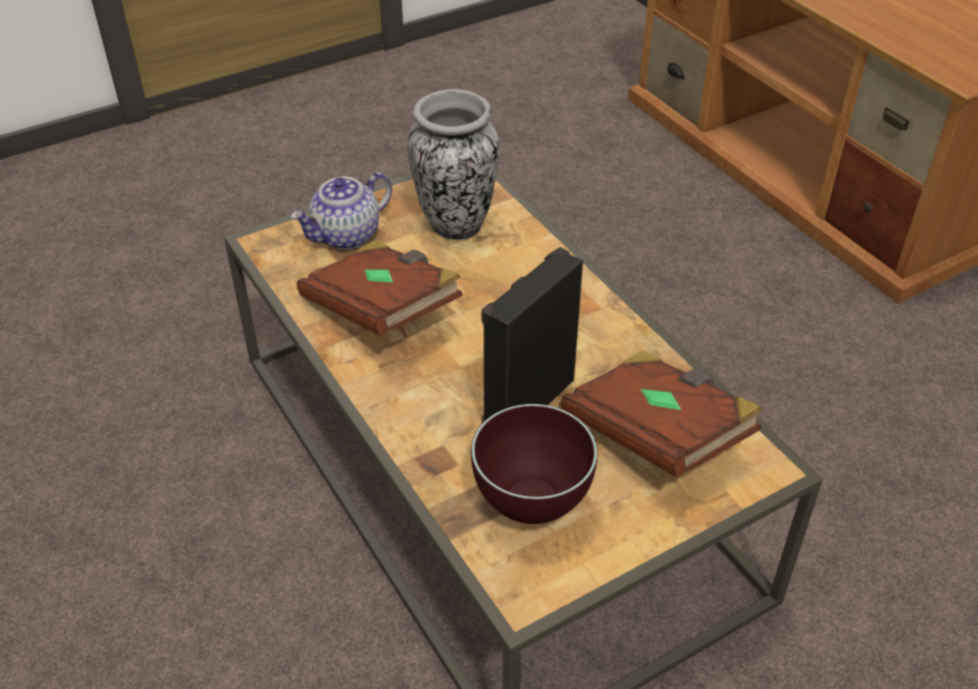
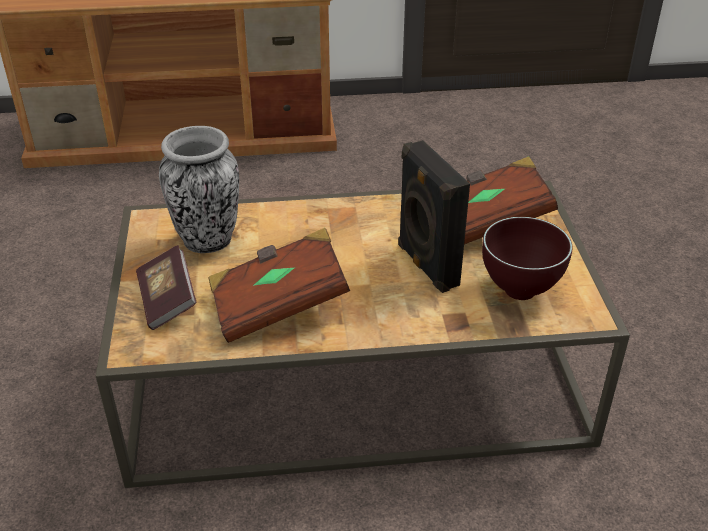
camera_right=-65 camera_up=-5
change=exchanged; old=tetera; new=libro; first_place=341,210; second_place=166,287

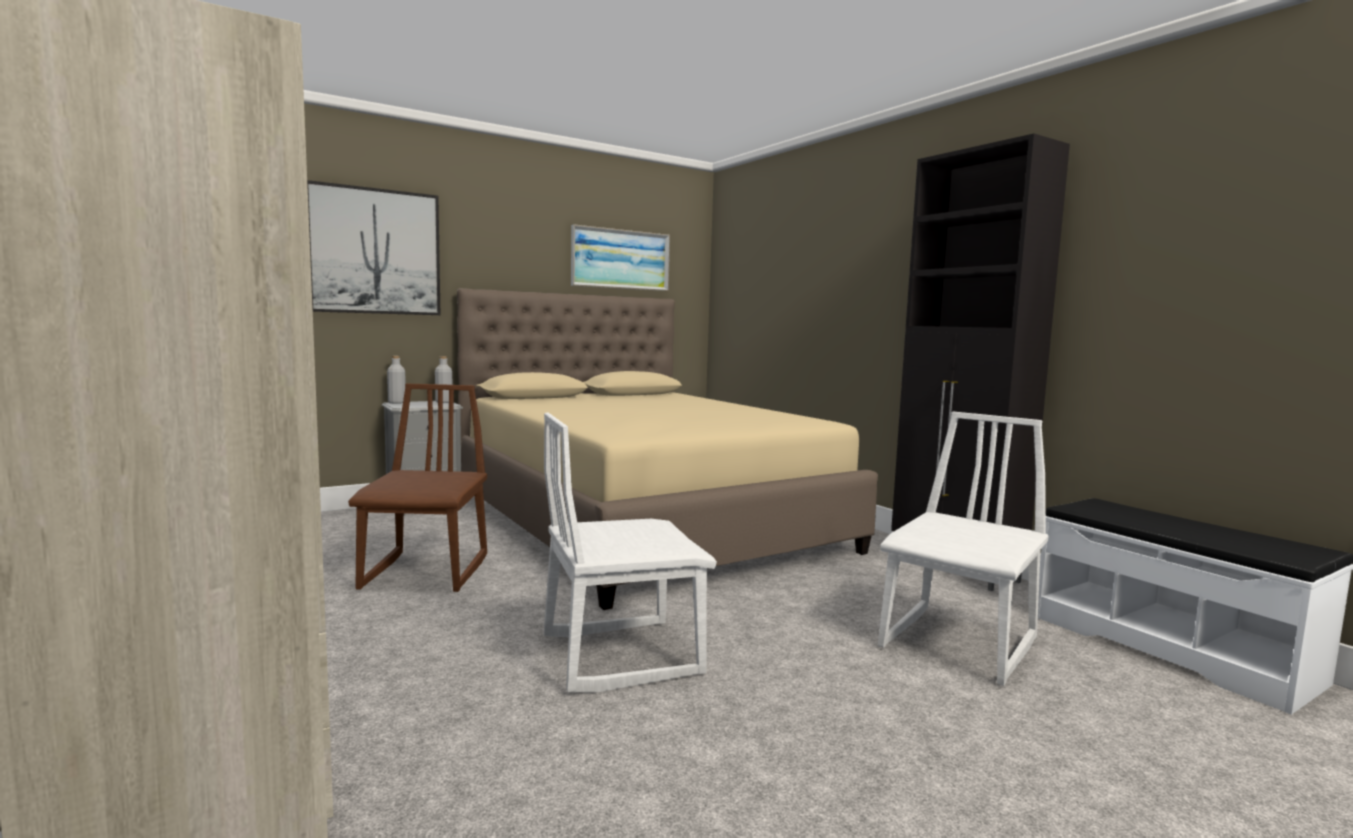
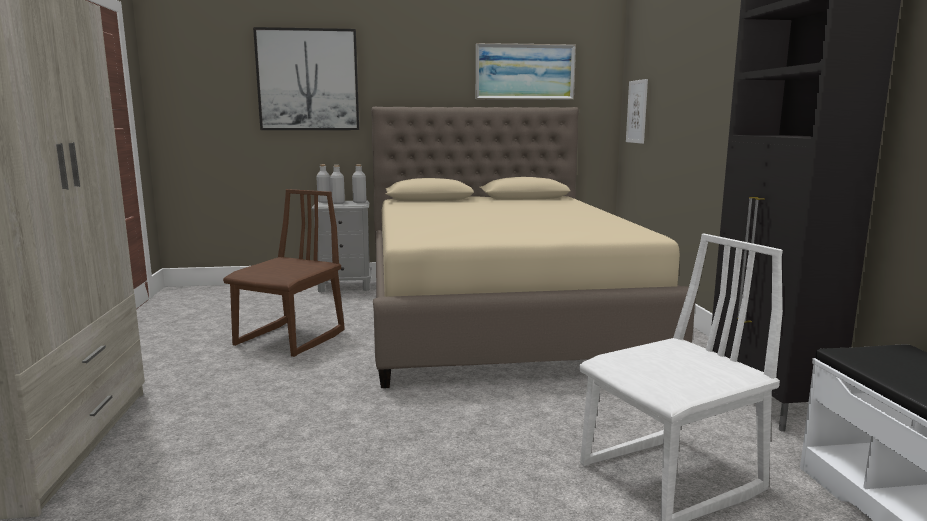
camera_right=25 camera_up=5
change=missing; old=silla [blanco]; first_place=630,553
change=appeared; new=botella [gris]; second_place=337,184
change=appeared; new=cuadro; second_place=637,111

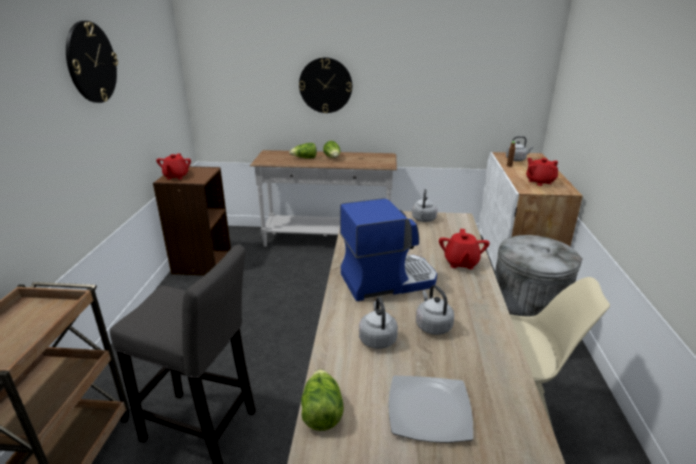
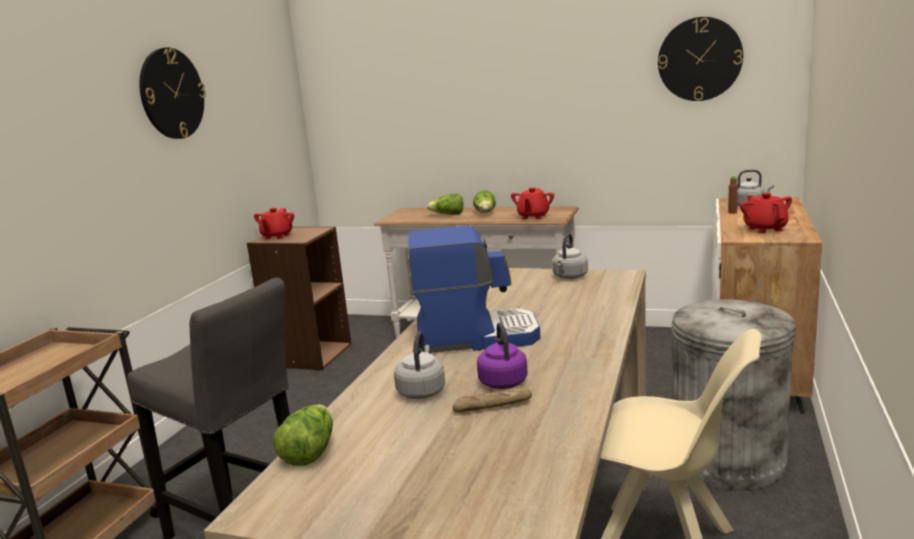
camera_right=15 camera_up=-10
change=missing; old=plato; first_place=430,409
change=appeared; new=pan; second_place=492,399
change=relocated; old=reloj de pared; first_place=325,85; second_place=700,59
change=relocated; old=tetera [rojo]; first_place=464,249; second_place=532,203
change=colour; old=hervidor [gris]; new=hervidor [morado]; first_place=435,310; second_place=502,355

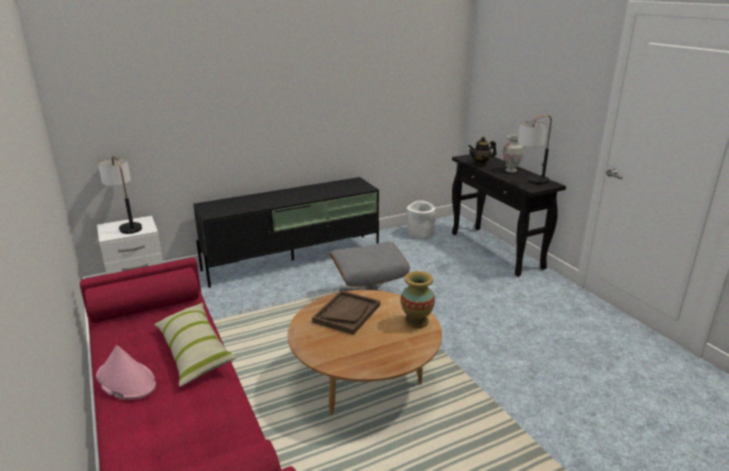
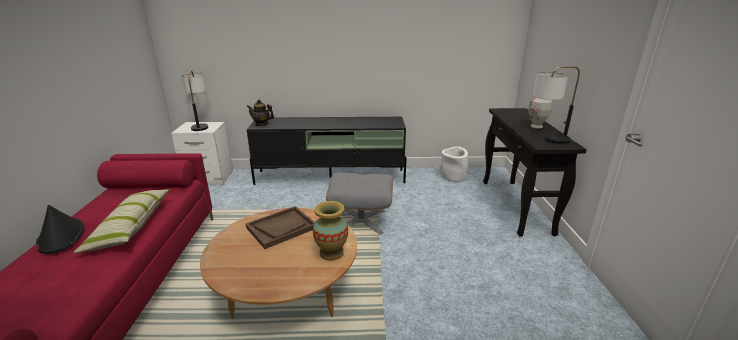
camera_right=25 camera_up=0
change=relocated; old=tetera; first_place=482,152; second_place=260,113
change=colour; old=sombrero [rosa]; new=sombrero [negro]; first_place=126,372; second_place=60,229

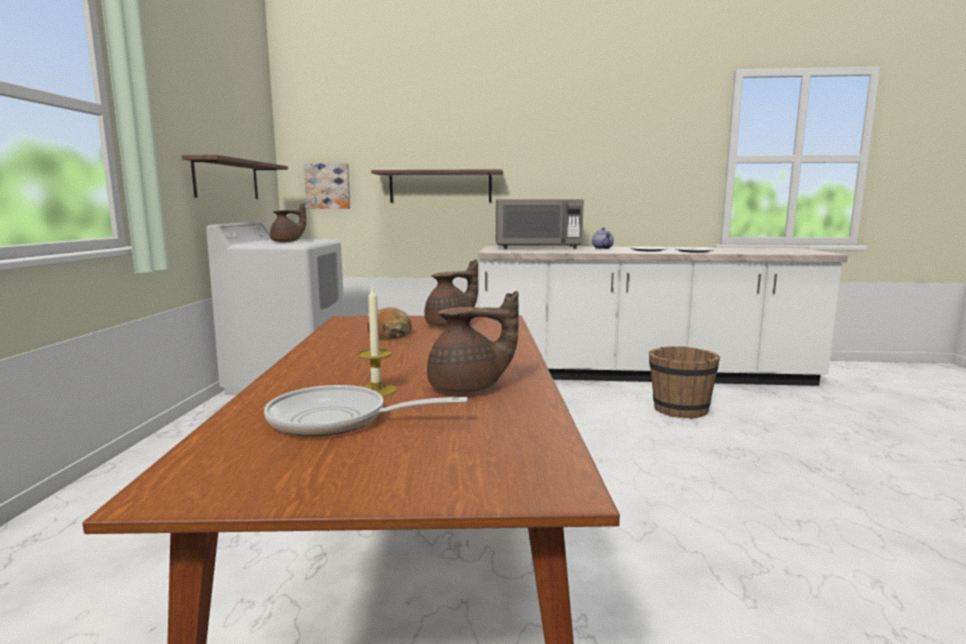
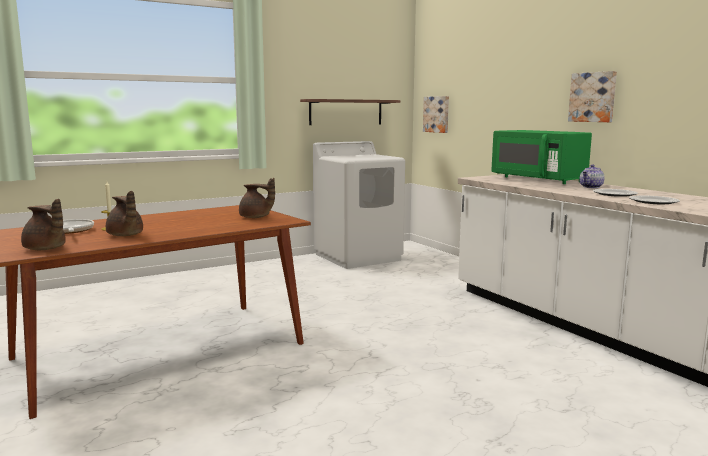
camera_right=55 camera_up=0
change=missing; old=pan; first_place=389,323
change=missing; old=estante; first_place=437,186
change=missing; old=cubo [marrón]; first_place=684,382
change=appeared; new=cuadro; second_place=592,96
change=relocated; old=tetera [marrón]; first_place=288,222; second_place=43,224
change=colour; old=microondas [gris]; new=microondas [verde]; first_place=540,224; second_place=542,157

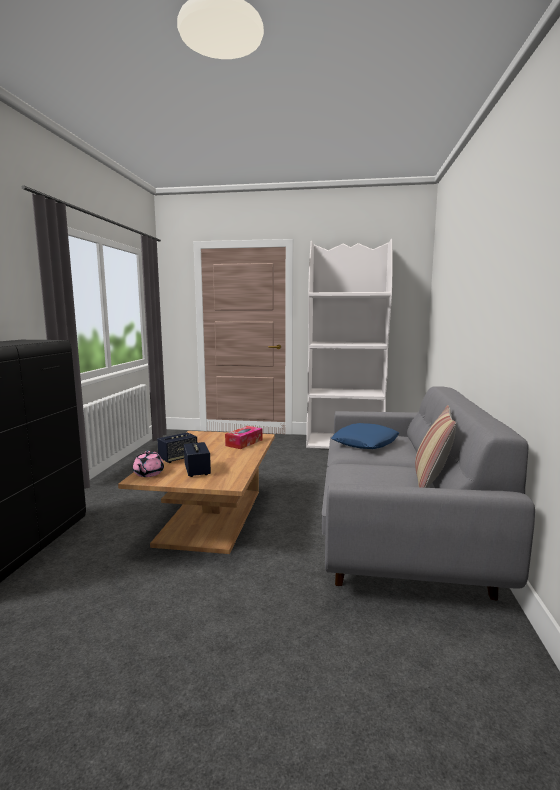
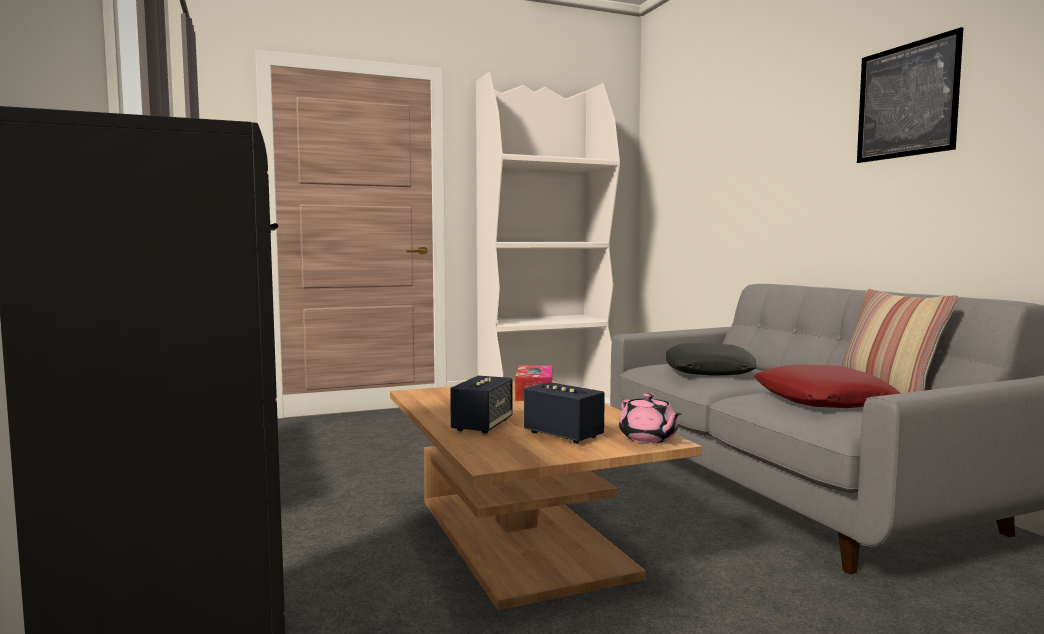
camera_right=-30 camera_up=-5
change=appeared; new=cojín [rojo]; second_place=826,386
change=appeared; new=cuadro; second_place=910,95
change=relocated; old=tetera [rosa]; first_place=148,464; second_place=650,418
change=colour; old=cojín [azul]; new=cojín [negro]; first_place=365,436; second_place=711,359

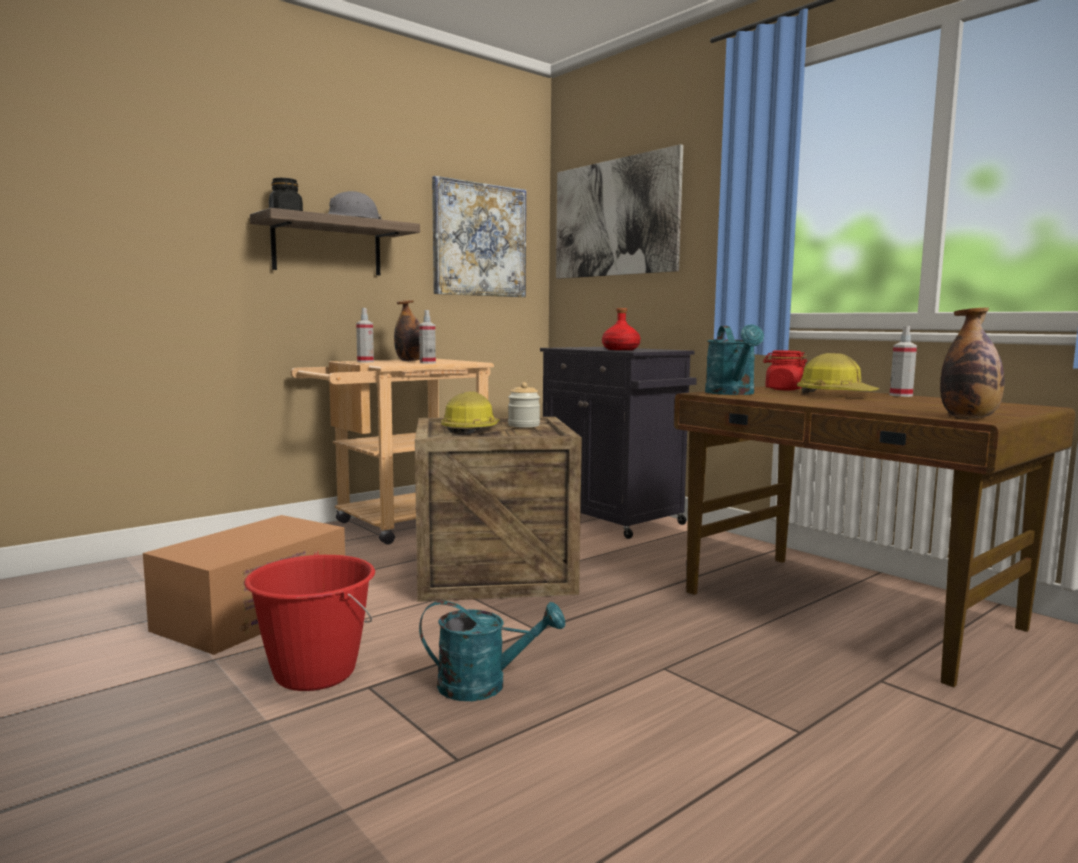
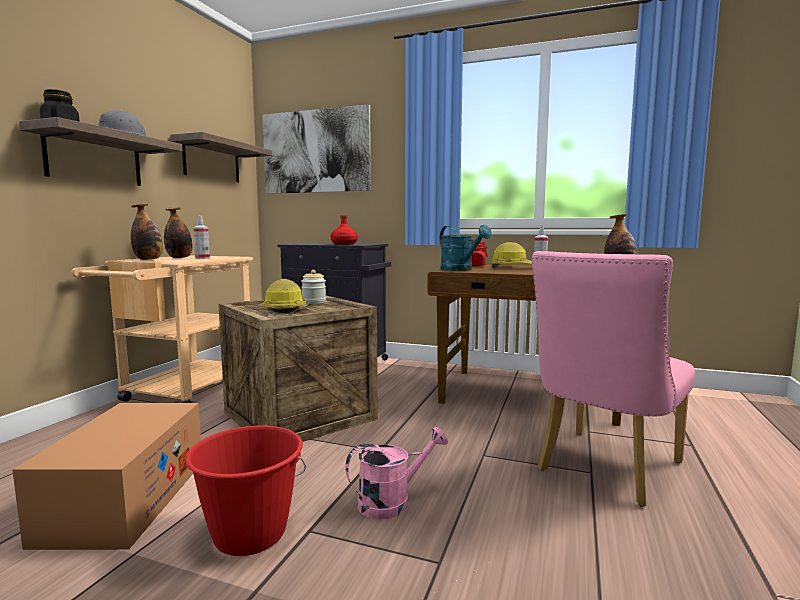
camera_right=-30 camera_up=0
change=appeared; new=silla [rosa]; second_place=613,379
change=exchanged; old=pulverizador; new=botella; first_place=365,335; second_place=147,232
change=exchanged; old=cuadro; new=estante; first_place=479,236; second_place=221,157
change=colour; old=regadera [turquesa]; new=regadera [rosa]; first_place=492,650; second_place=396,473

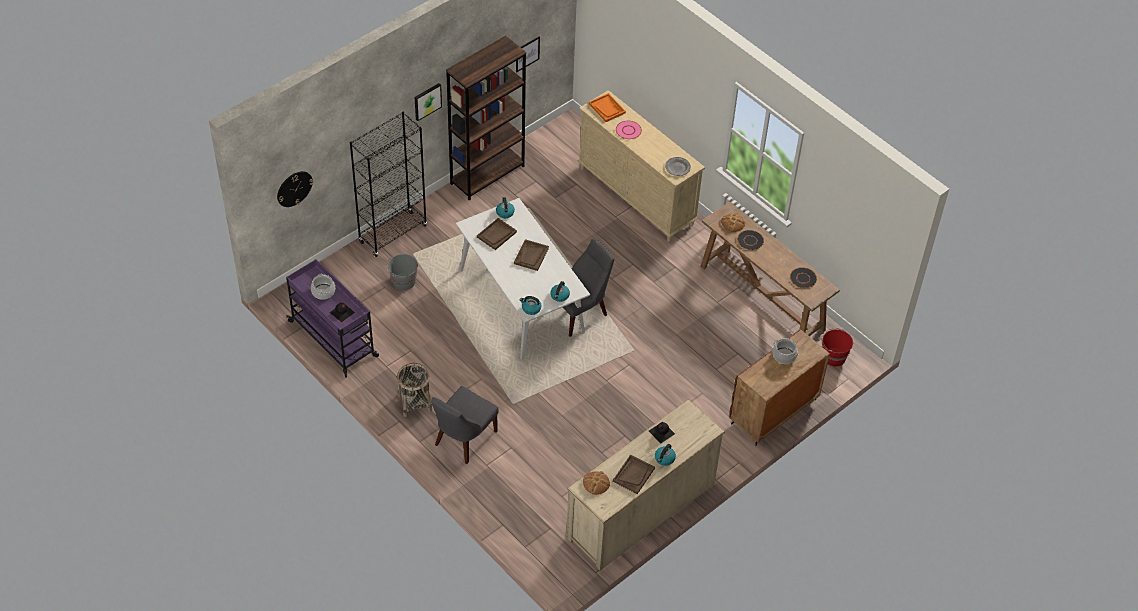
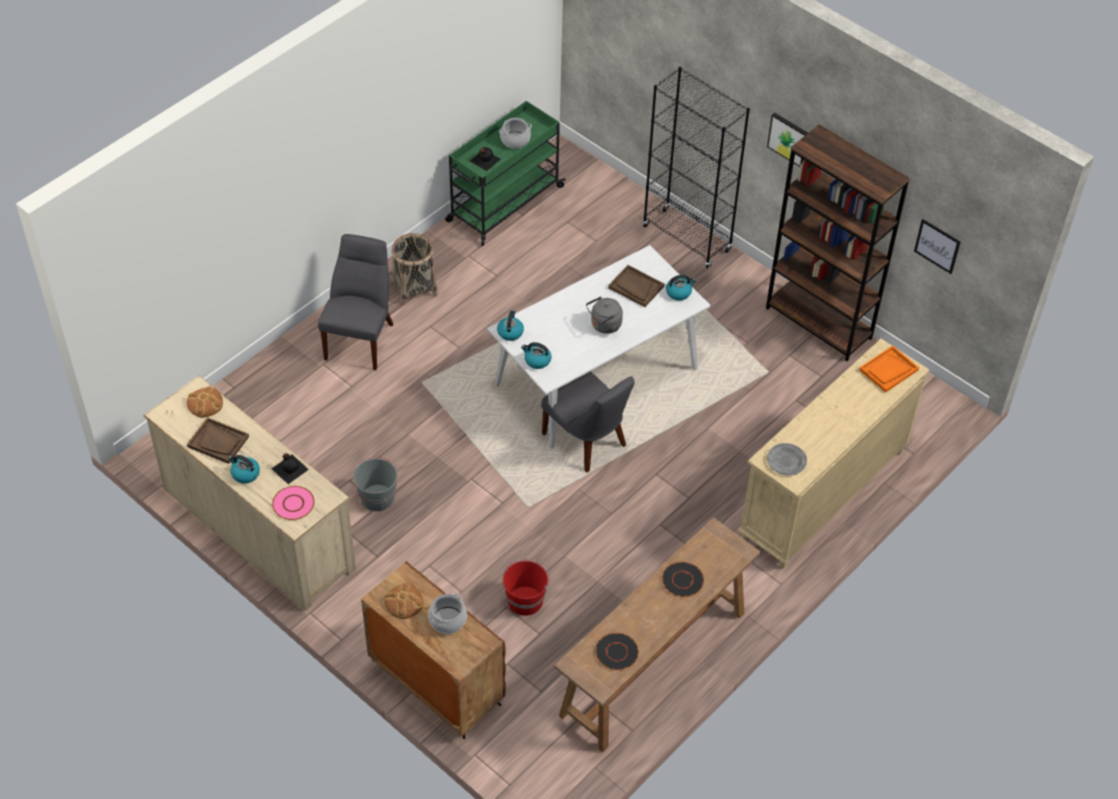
camera_right=85 camera_up=0
change=missing; old=reloj de pared; first_place=295,189
change=relocated; old=cubo [gris]; first_place=402,272; second_place=374,484
change=relocated; old=plato [rosa]; first_place=629,130; second_place=293,503
change=relocated; old=pan; first_place=733,222; second_place=403,601
change=relocated; old=cubo [rojo]; first_place=837,347; second_place=526,587
change=exchanged; old=bandeja [marrón]; new=hervidor [gris]; first_place=531,255; second_place=604,315
change=colour; old=carrito [morado]; new=carrito [verde]; first_place=332,318; second_place=505,173
change=spun; old=silla [gris]; first_place=465,425; second_place=355,302; degrees=75

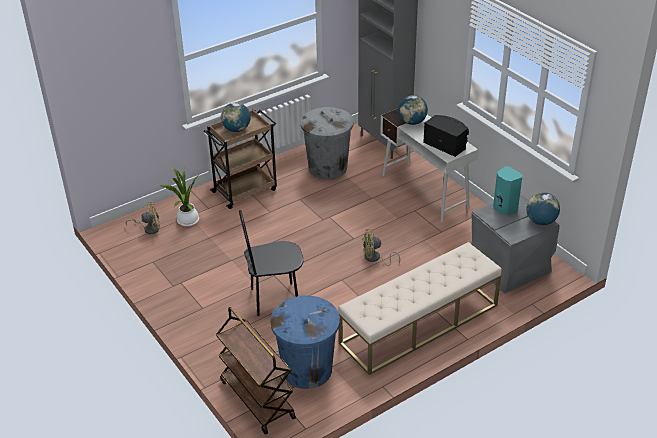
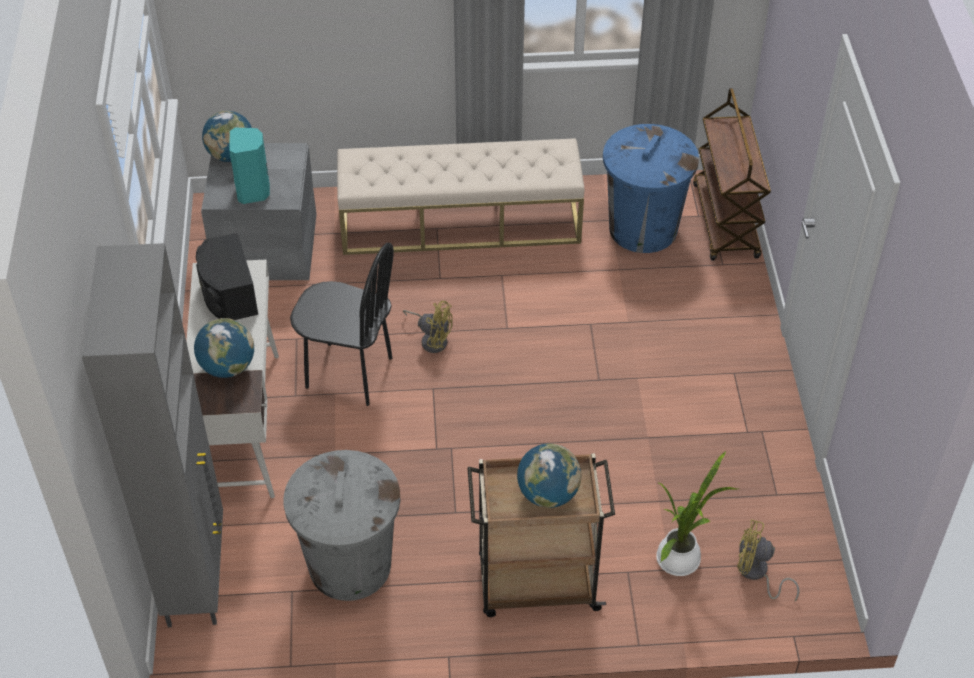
camera_right=-150 camera_up=10
change=relocated; old=silla [negro]; first_place=271,263; second_place=342,324

